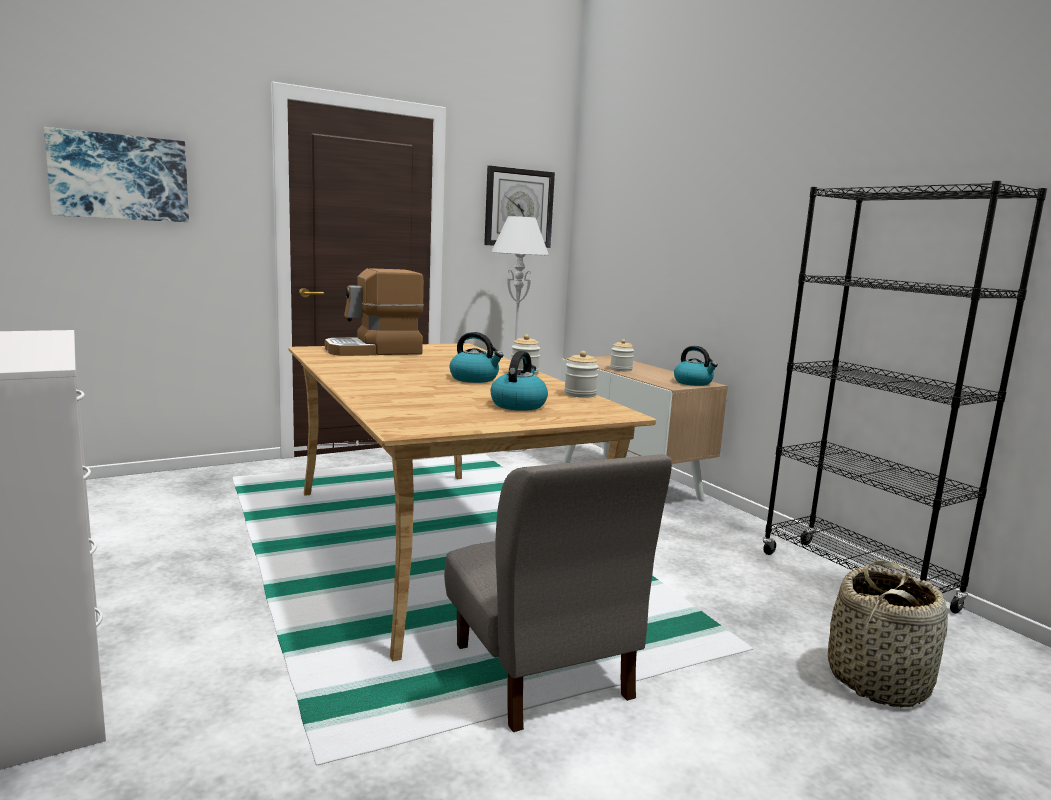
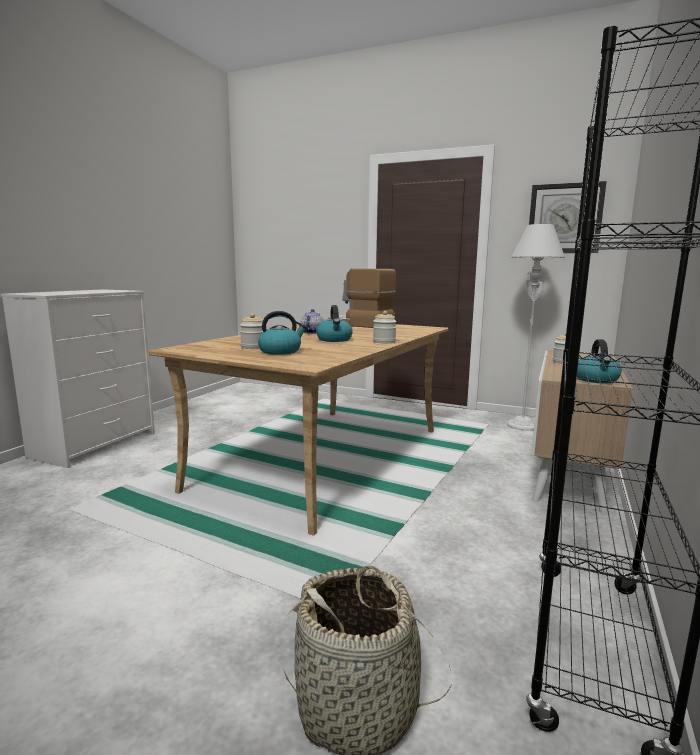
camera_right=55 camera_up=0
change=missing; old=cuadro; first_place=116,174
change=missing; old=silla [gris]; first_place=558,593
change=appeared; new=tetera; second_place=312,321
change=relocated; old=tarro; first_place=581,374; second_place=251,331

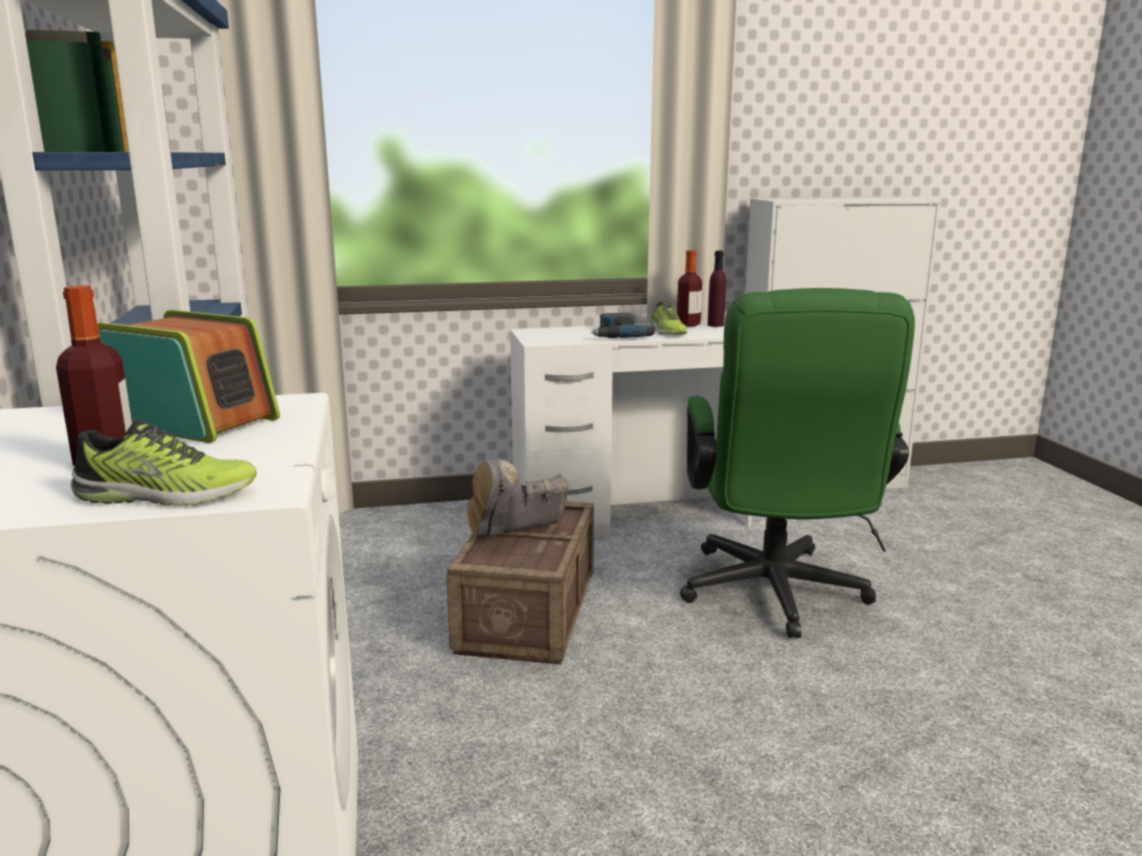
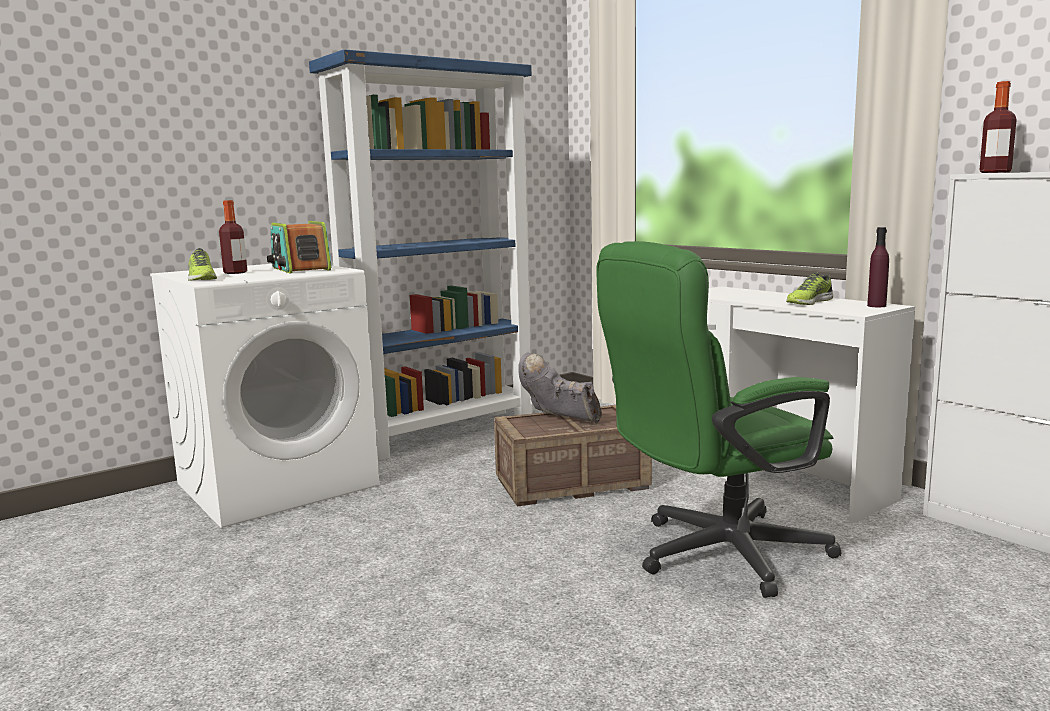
camera_right=65 camera_up=-5
change=missing; old=taladro; first_place=623,325
change=relocated; old=botella; first_place=689,288; second_place=998,127
change=spun; old=radio; first_place=189,376; second_place=299,247; degrees=150

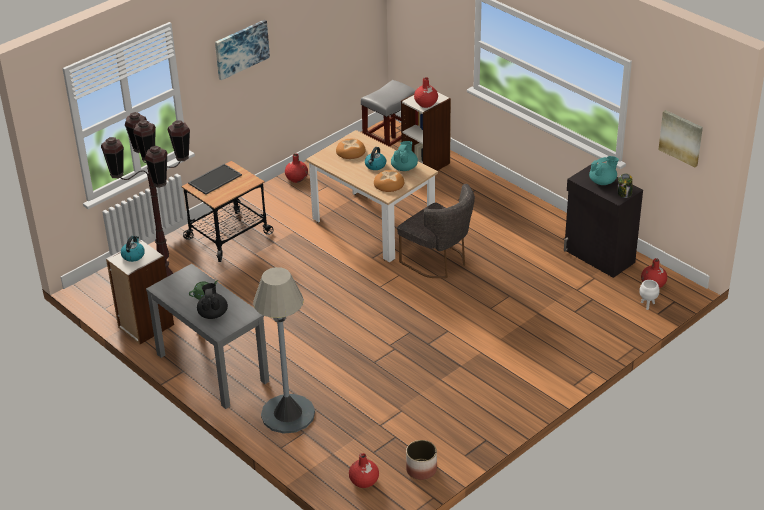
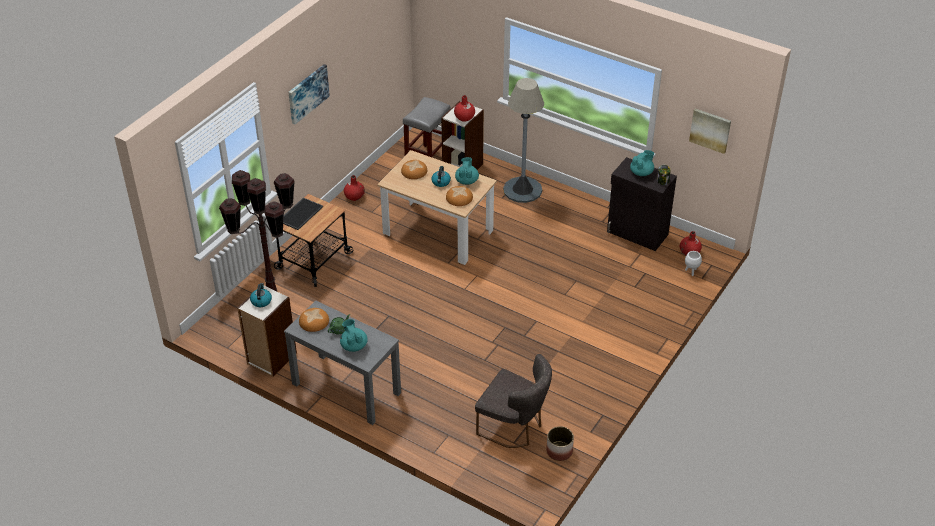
camera_right=-15 camera_up=5
change=missing; old=florero [rojo]; first_place=364,470
change=appeared; new=pan; second_place=314,320
change=relocated; old=lámpara de pie [gris]; first_place=284,350; second_place=523,140
change=relocated; old=silla [gris]; first_place=436,231; second_place=513,401
change=colour; old=tetera [negro]; new=tetera [turquesa]; first_place=212,301; second_place=354,335

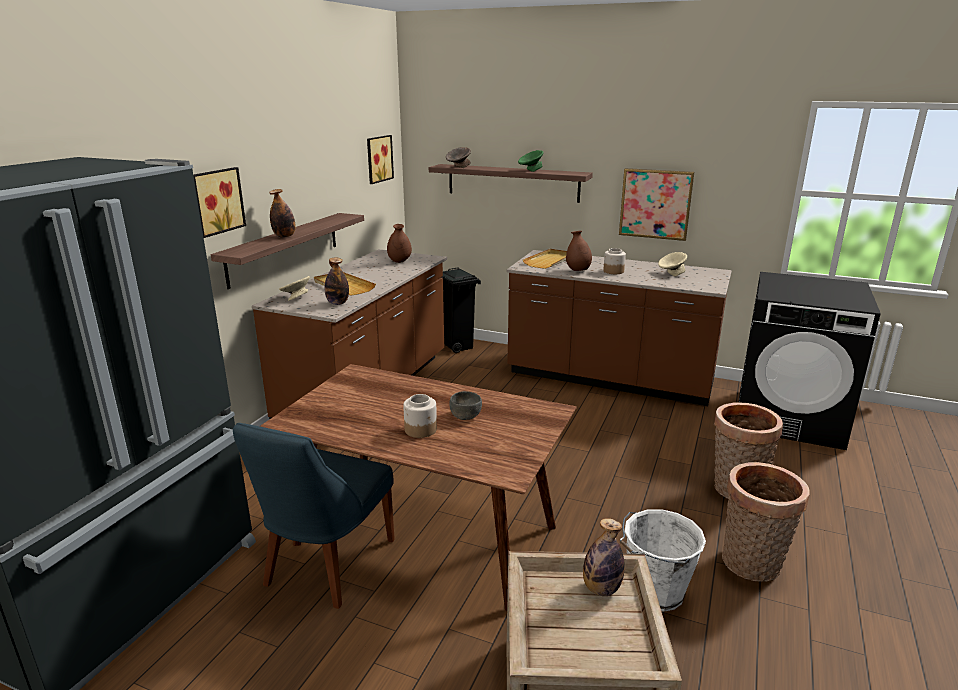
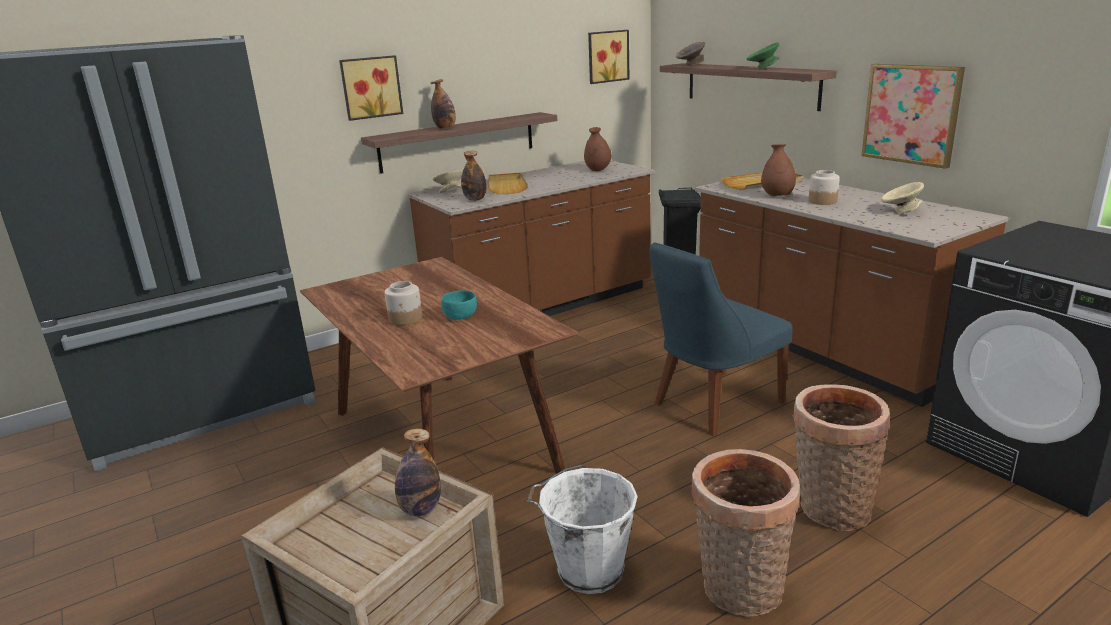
camera_right=35 camera_up=0
change=relocated; old=silla [azul]; first_place=314,516; second_place=720,339
change=colour; old=cuenco [gris]; new=cuenco [turquesa]; first_place=465,405; second_place=459,305

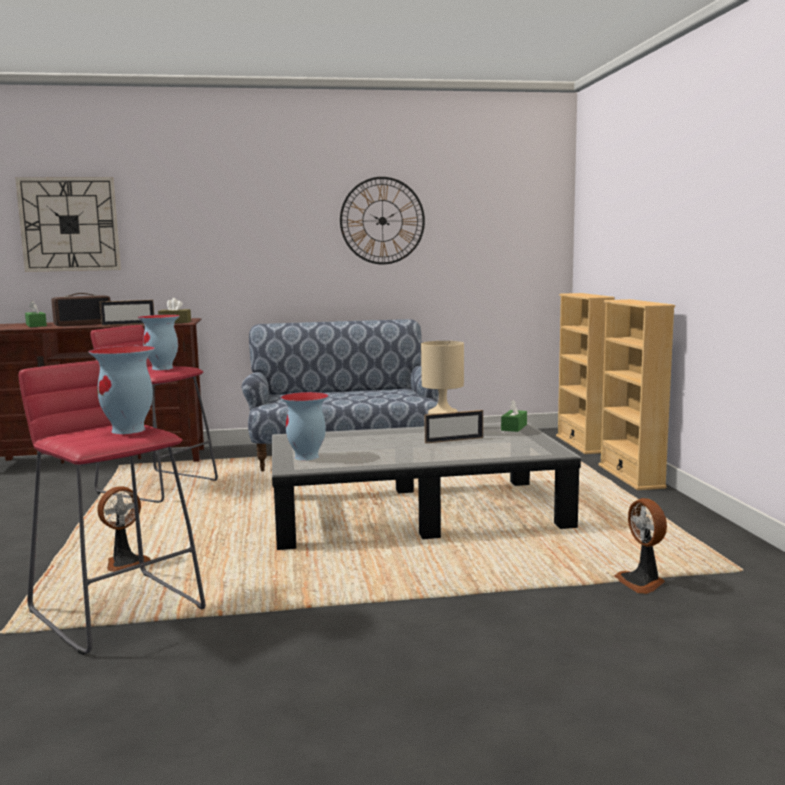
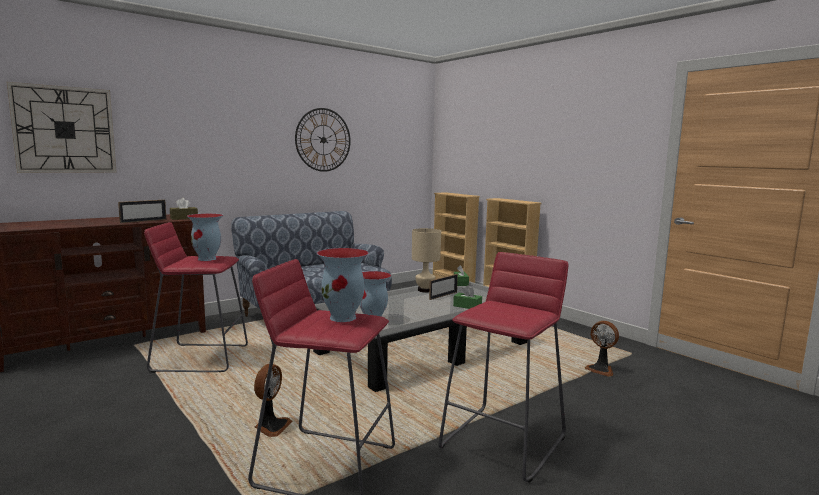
camera_right=-30 camera_up=0
change=missing; old=radio; first_place=81,309
change=appeared; new=taburete [rojo]; second_place=503,367
change=relocated; old=caja de pañuelos [verde]; first_place=36,314; second_place=467,297

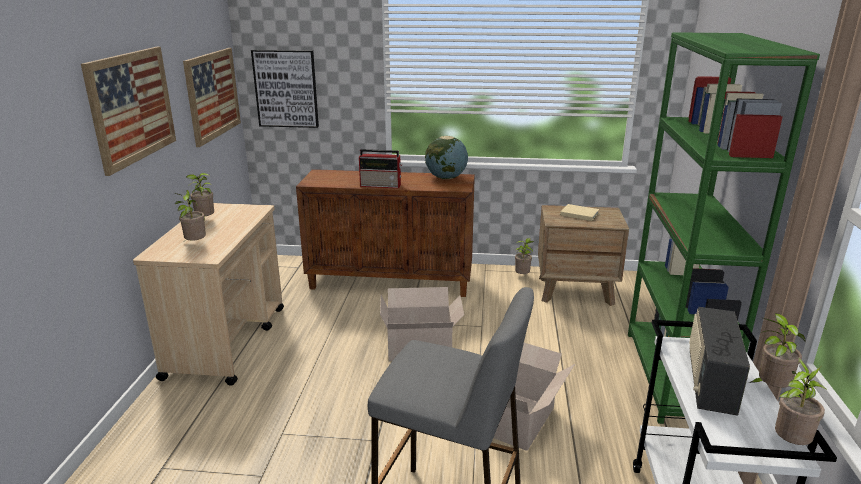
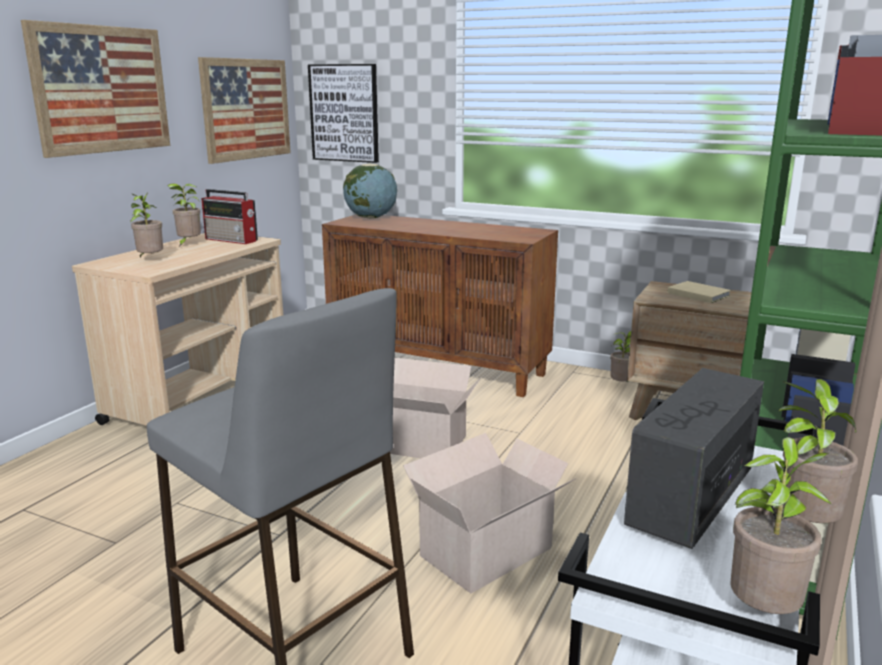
camera_right=20 camera_up=-5
change=relocated; old=radio; first_place=380,168; second_place=229,216
change=relocated; old=globo terráqueo; first_place=446,157; second_place=370,191

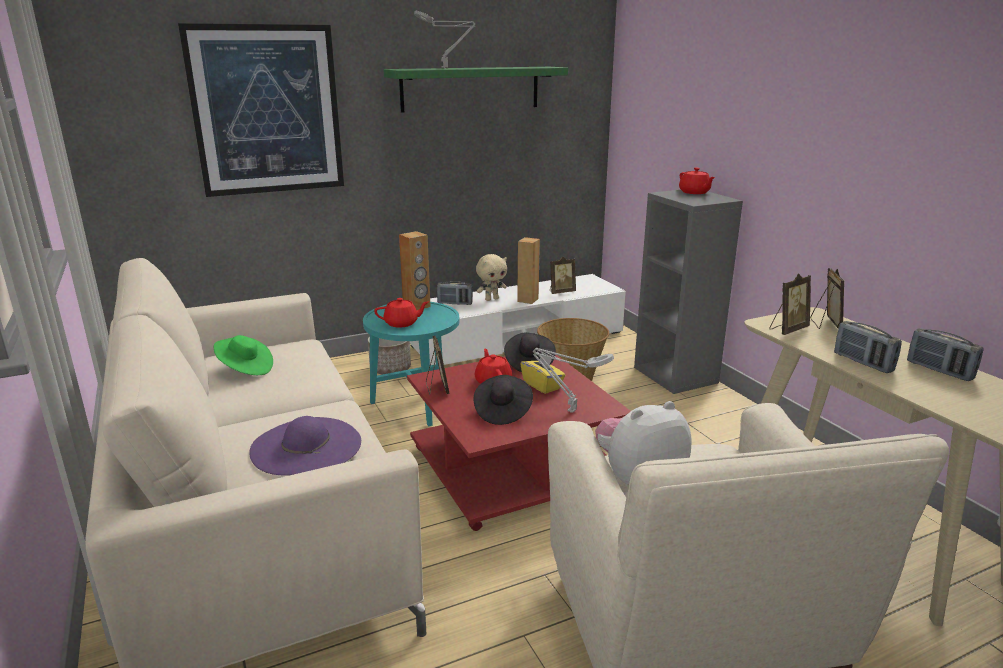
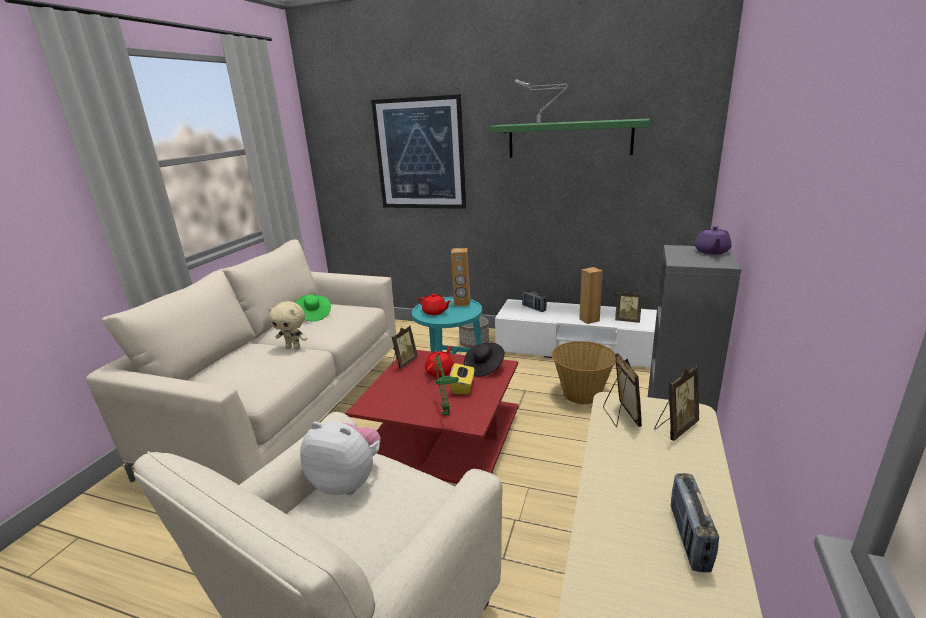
camera_right=45 camera_up=0
change=missing; old=sombrero [morado]; first_place=305,446
change=missing; old=sombrero [negro]; first_place=503,400
change=missing; old=radio; first_place=868,347
change=relocated; old=peluche [beis]; first_place=491,277; second_place=288,325
change=colour; old=lámpara de mesa [gris]; new=lámpara de mesa [verde]; first_place=573,380; second_place=446,385
change=colour; old=tetera [rojo]; new=tetera [morado]; first_place=697,181; second_place=713,240
change=spun; old=portarretratos; first_place=790,304; second_place=622,390; degrees=-105

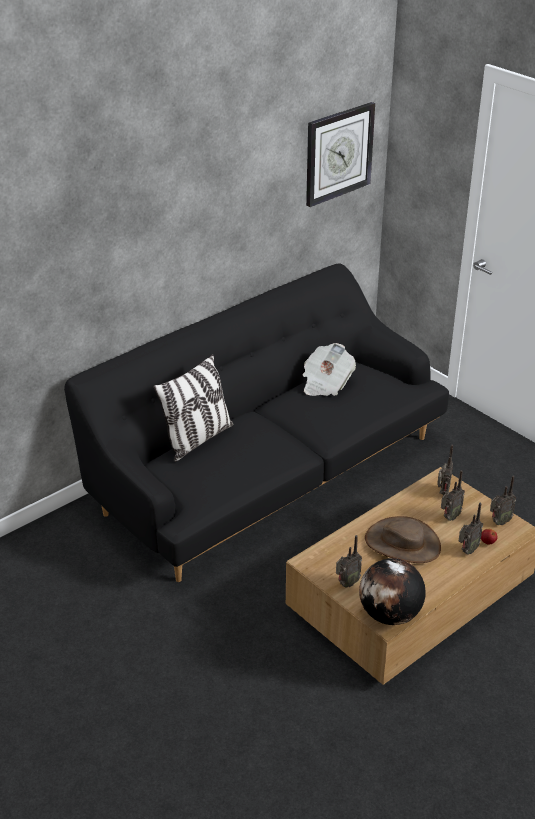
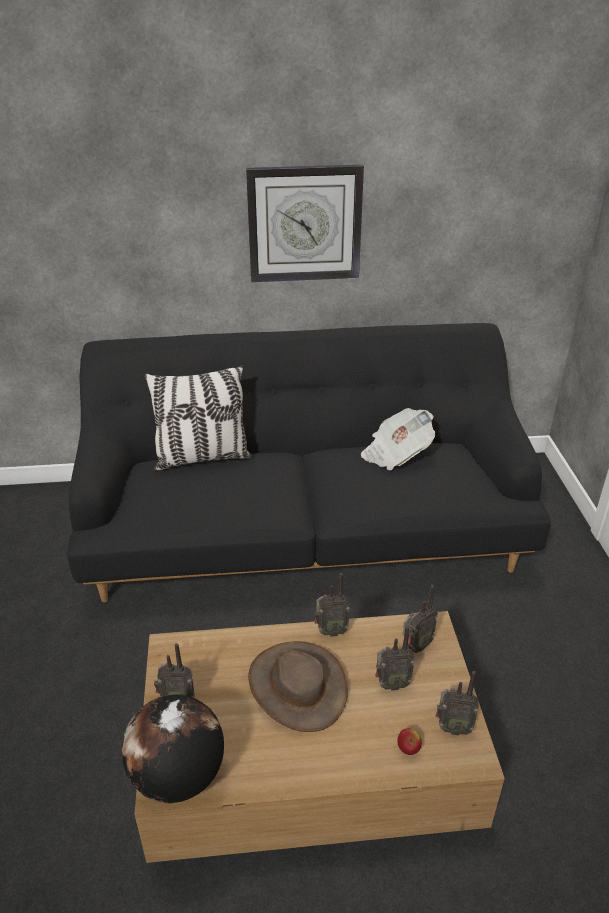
camera_right=35 camera_up=0
change=relocated; old=reloj de pared; first_place=340,154; second_place=305,223
change=relocated; old=radio; first_place=471,529; second_place=332,605

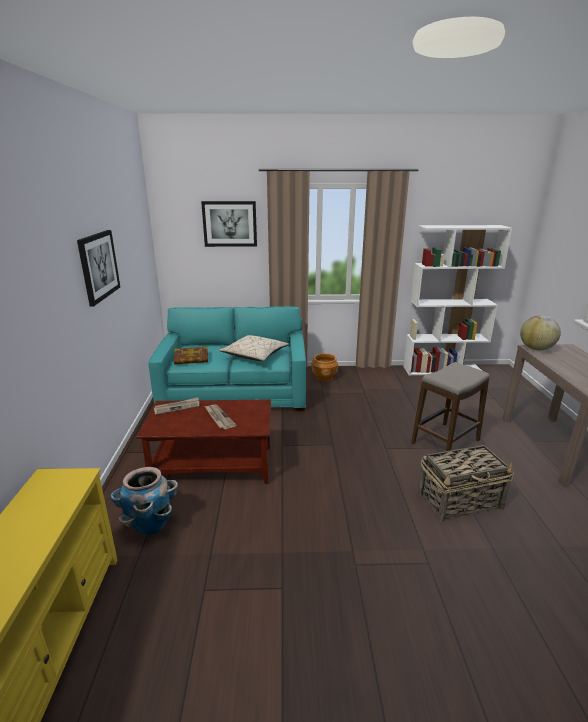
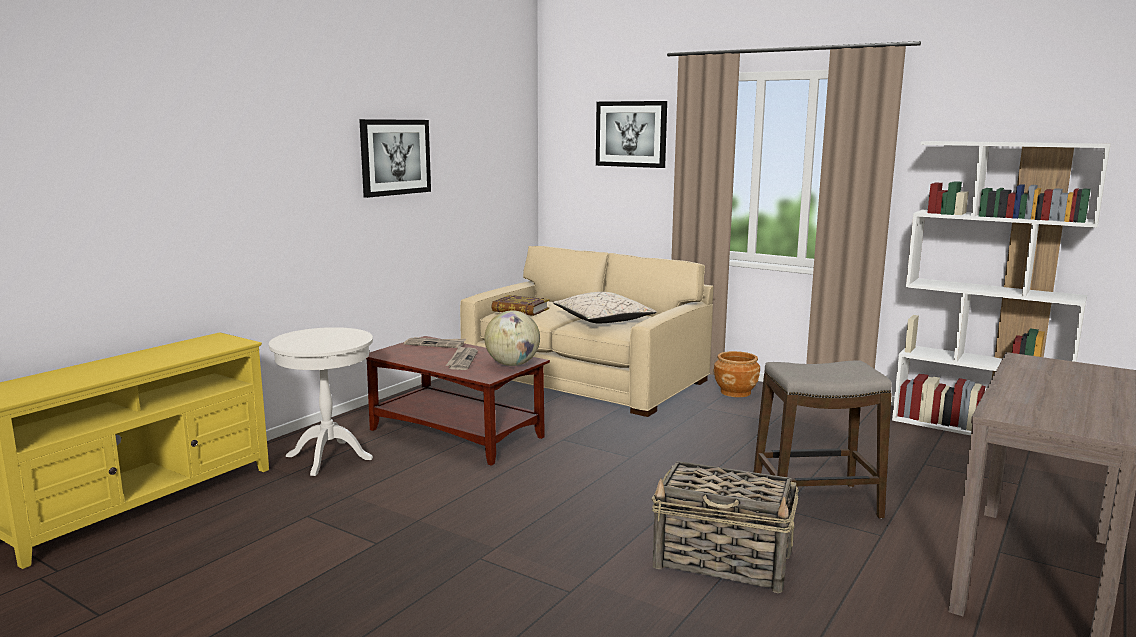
camera_right=35 camera_up=-10
change=relocated; old=globo terráqueo; first_place=540,333; second_place=512,338
change=exchanged; old=maceta; new=mesa auxiliar [blanco]; first_place=144,501; second_place=321,401
change=colour; old=sofá [turquesa]; new=sofá [beis]; first_place=227,358; second_place=586,331

